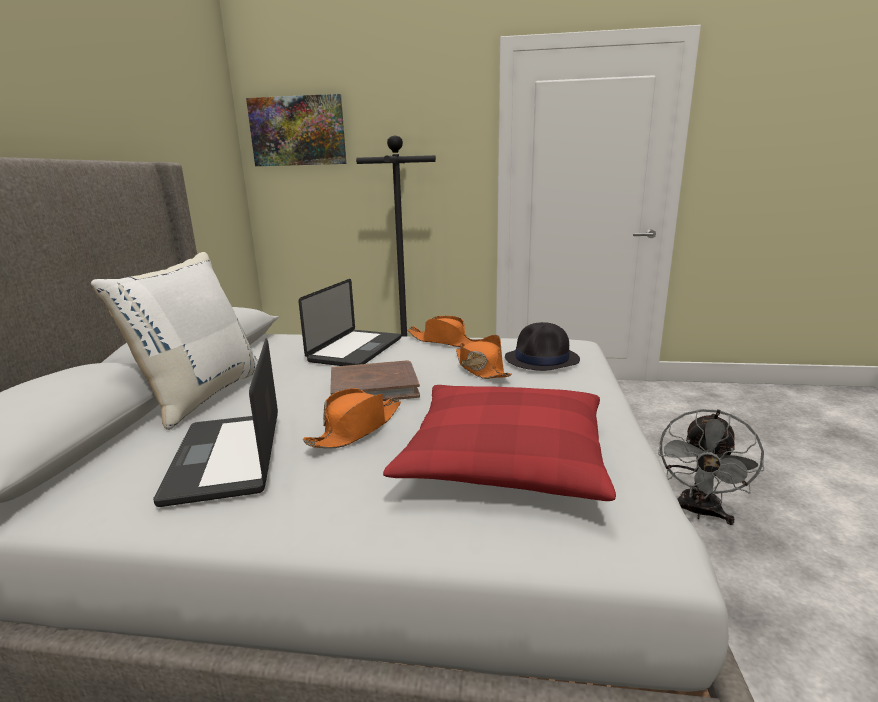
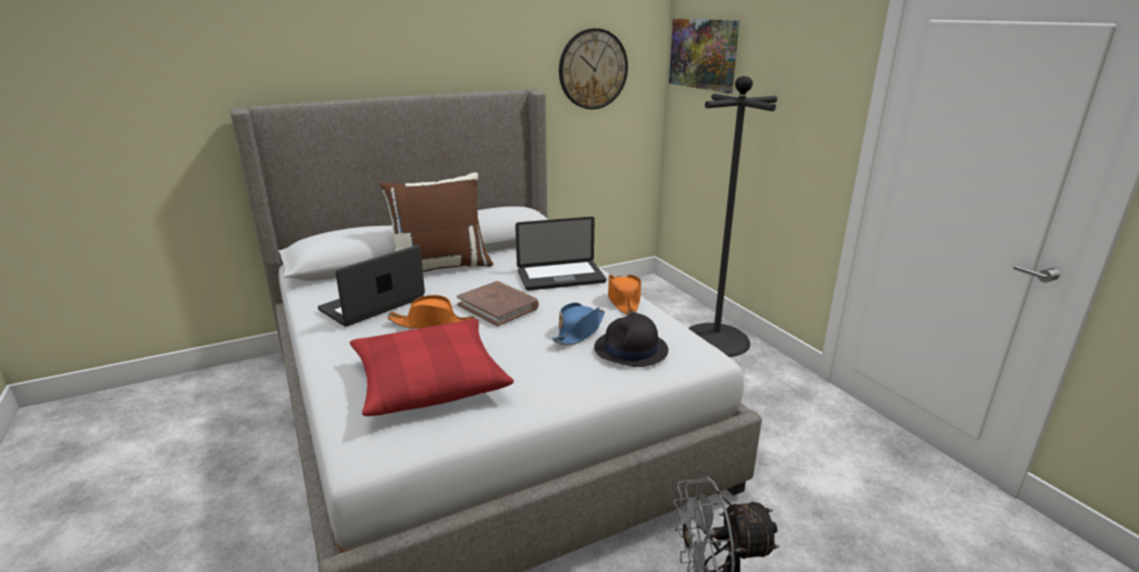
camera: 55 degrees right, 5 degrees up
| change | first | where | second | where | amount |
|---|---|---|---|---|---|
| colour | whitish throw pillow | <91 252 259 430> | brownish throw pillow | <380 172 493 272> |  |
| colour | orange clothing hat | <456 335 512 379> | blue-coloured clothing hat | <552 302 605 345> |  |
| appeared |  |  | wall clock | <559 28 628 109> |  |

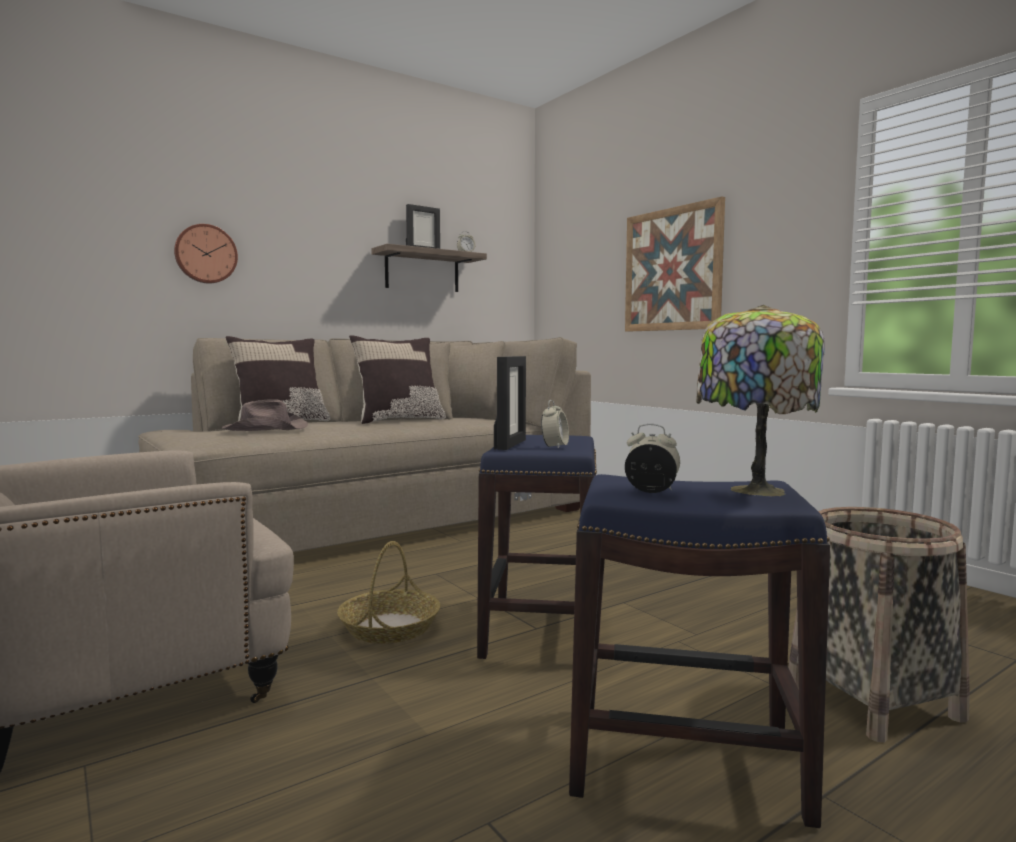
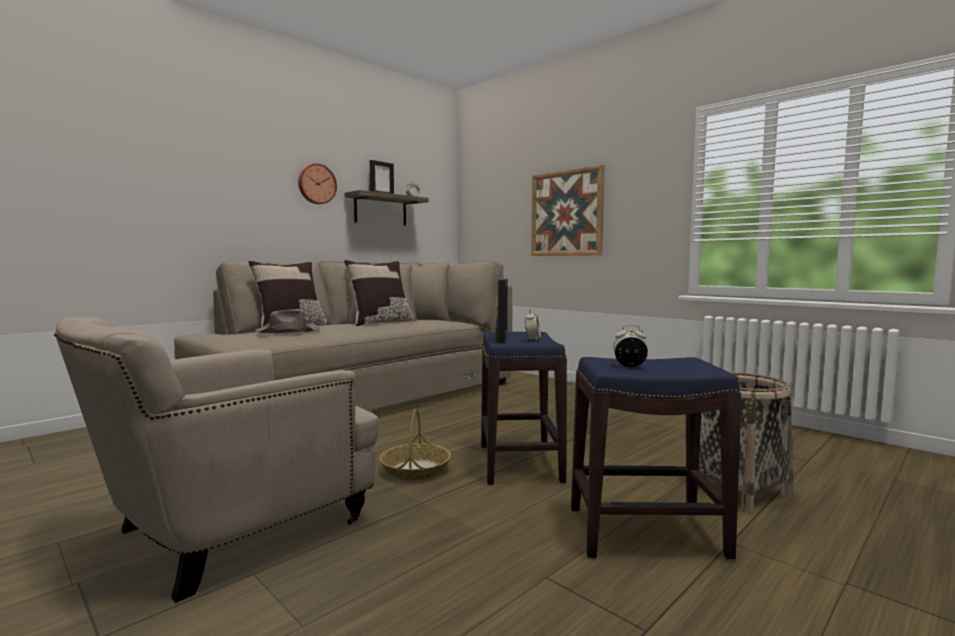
camera: 10 degrees left, 0 degrees up
| change | first | where | second | where | amount |
|---|---|---|---|---|---|
| relocated | wall clock | <174 224 238 284> |  | <298 163 337 204> |  |
| missing | lamp for a table | <696 305 825 496> |  |  |  |

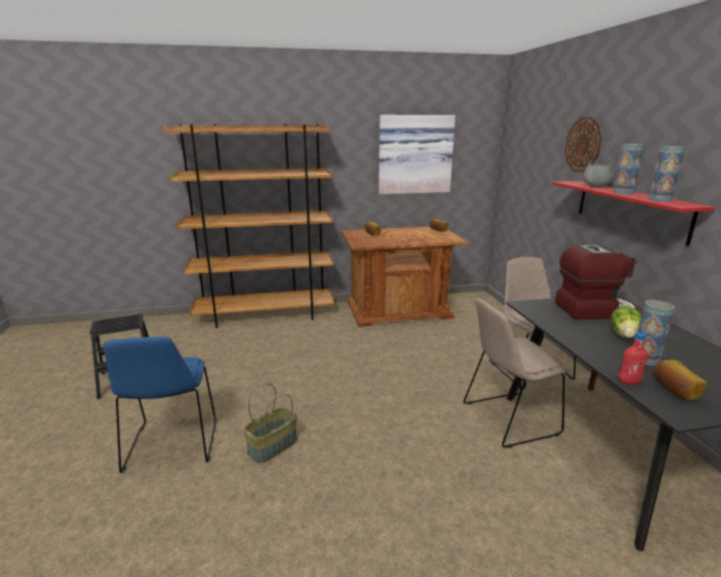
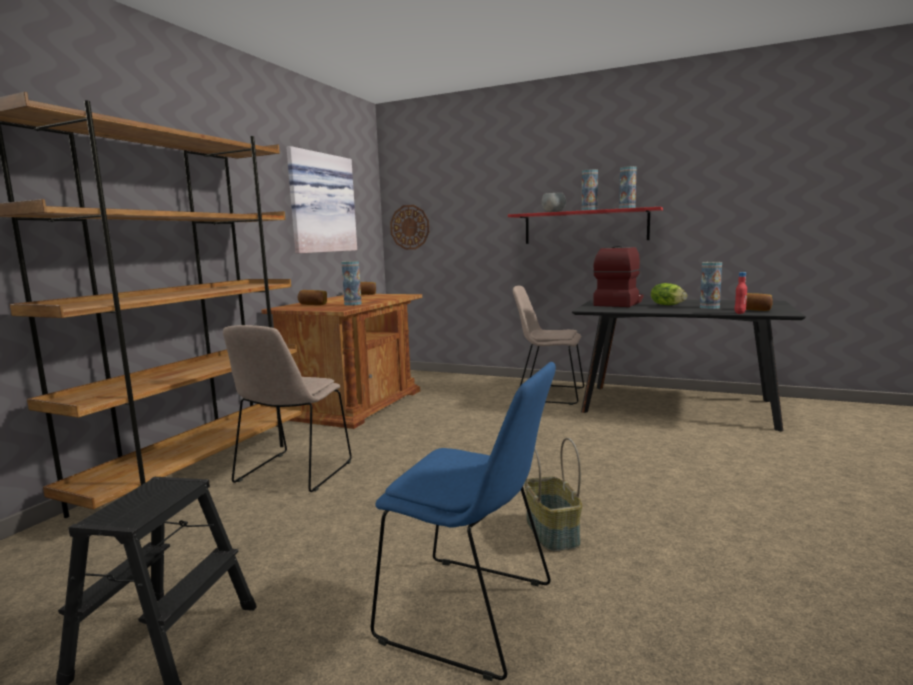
camera: 55 degrees left, 10 degrees down
| change | first | where | second | where | amount |
|---|---|---|---|---|---|
| relocated | sand-coloured upright chair | <463 298 568 448> |  | <223 325 351 492> |  |
| appeared |  |  | flower vase | <341 261 362 306> |  |
| relocated | wall clock | <565 117 602 173> |  | <390 205 429 250> |  |

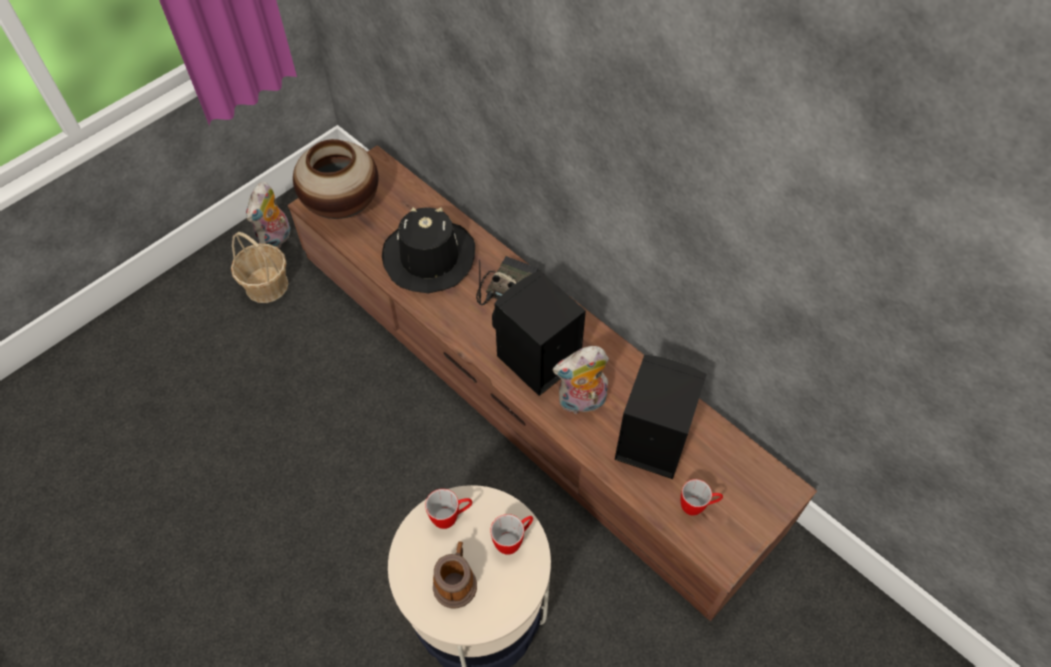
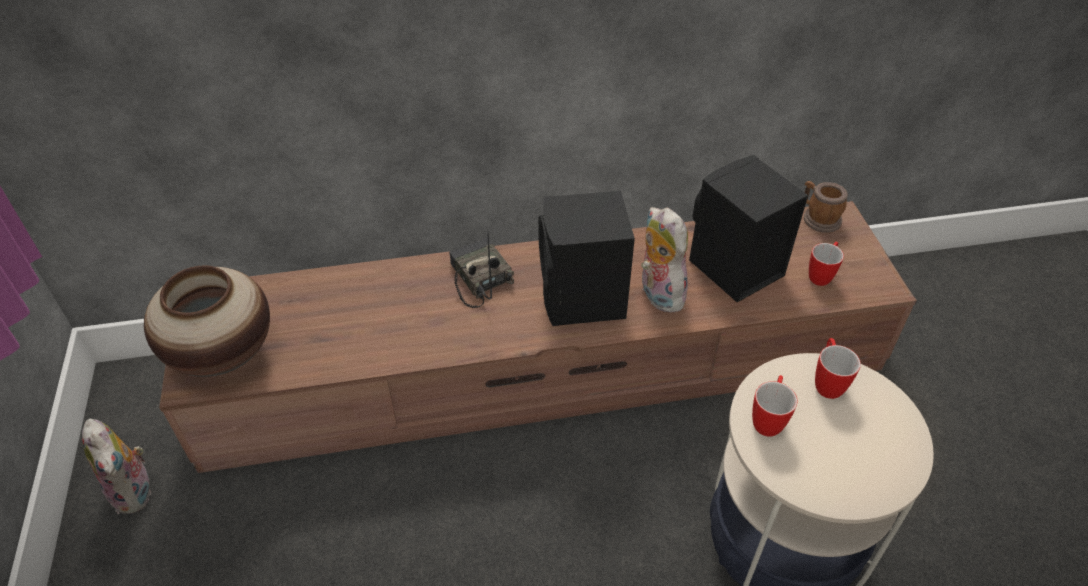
camera: 55 degrees left, 10 degrees down
| change | first | where | second | where | amount |
|---|---|---|---|---|---|
| spun | plush toy | <553 346 609 414> |  | <641 207 688 312> | 135 degrees clockwise |
| relocated | coffee mug | <433 542 477 608> |  | <804 181 848 233> |  |
| missing | basket | <231 232 289 303> |  |  |  |
| missing | blackish clothing hat | <382 207 475 293> |  |  |  |

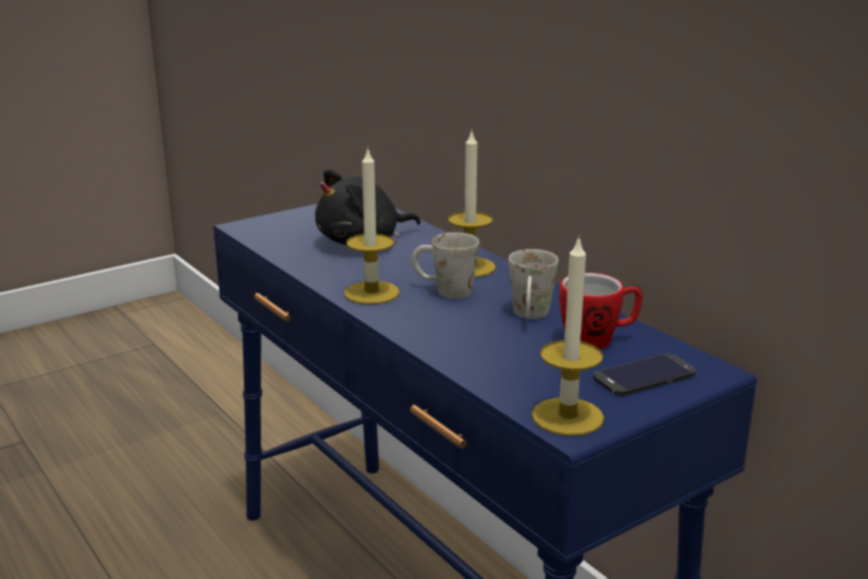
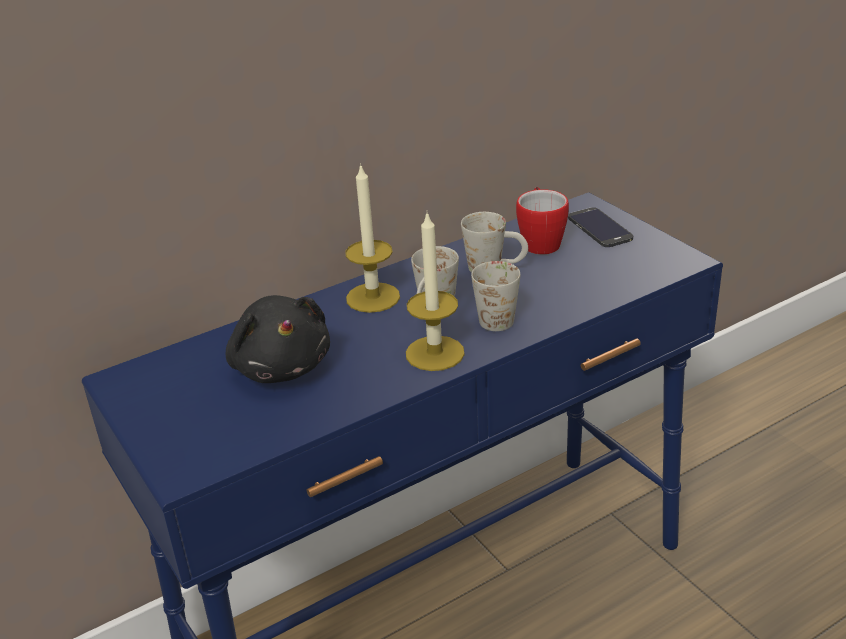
camera: 85 degrees left, 10 degrees up
| change | first | where | second | where | amount |
|---|---|---|---|---|---|
| appeared |  |  | whitish coffee mug | <471 261 520 331> |  |
| missing | candle | <532 235 604 436> |  |  |  |

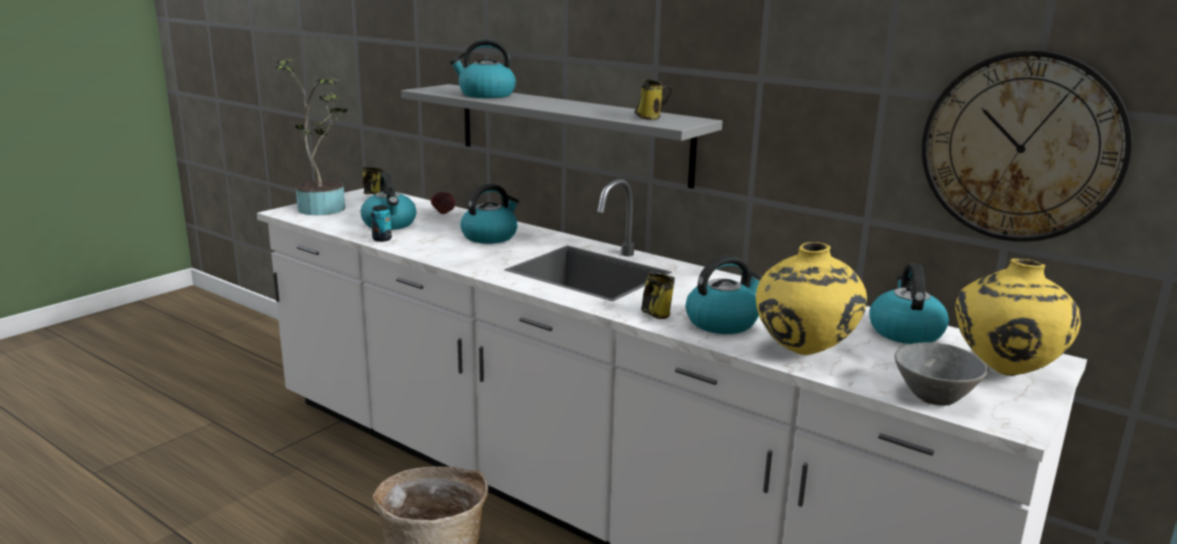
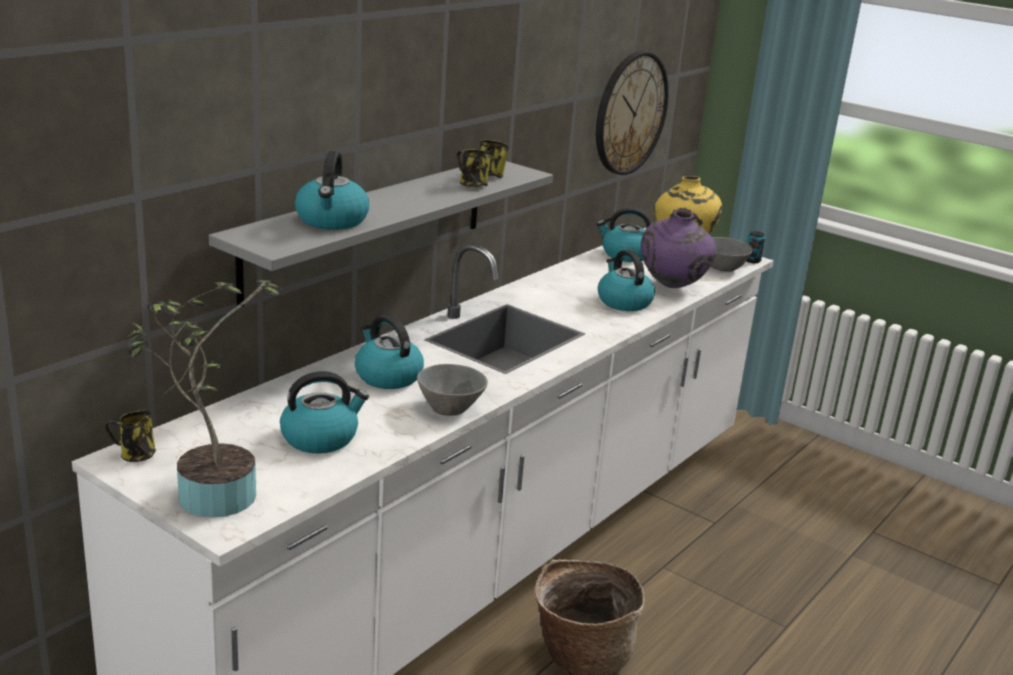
camera: 90 degrees left, 5 degrees up
| change | first | where | second | where | amount |
|---|---|---|---|---|---|
| appeared |  |  | gray bowl | <417 364 488 416> |  |
| relocated | coffee mug | <641 272 675 319> |  | <457 149 492 187> |  |
| colour | yellow flower vase | <756 242 867 355> | purplish flower vase | <641 210 716 288> |  |
| relocated | can | <371 205 392 242> |  | <747 231 765 263> |  |
| missing | apple | <431 192 456 214> |  |  |  |

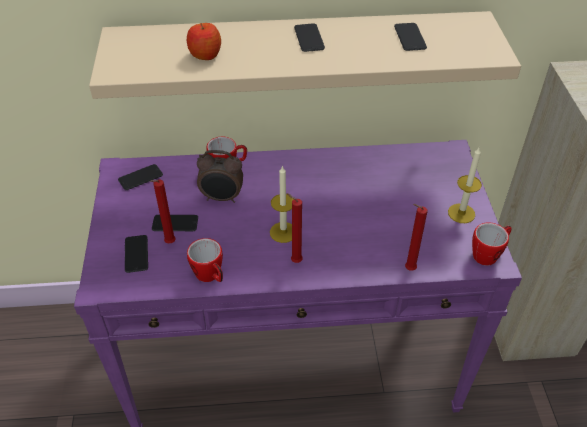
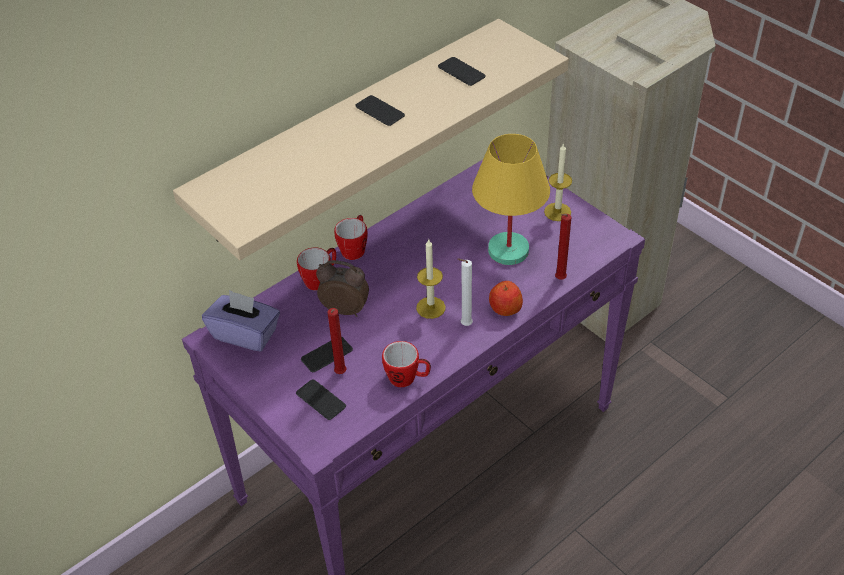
camera: 35 degrees left, 0 degrees up
| change | first | where | second | where | amount |
|---|---|---|---|---|---|
| exchanged | handset | <118 164 163 190> | purplish tissue holder | <202 290 280 352> |  |
| spun | bedside clock | <197 150 243 203> |  | <316 260 369 317> | 135 degrees counterclockwise |
| relocated | coffee mug | <472 222 512 266> |  | <334 215 368 260> |  |
| colour | reddish candle | <286 193 303 263> | whitish candle | <457 258 473 326> |  |
| appeared |  |  | yellow lamp for a table | <472 134 550 265> |  |
| relocated | apple | <187 23 221 60> |  | <489 281 523 316> |  |

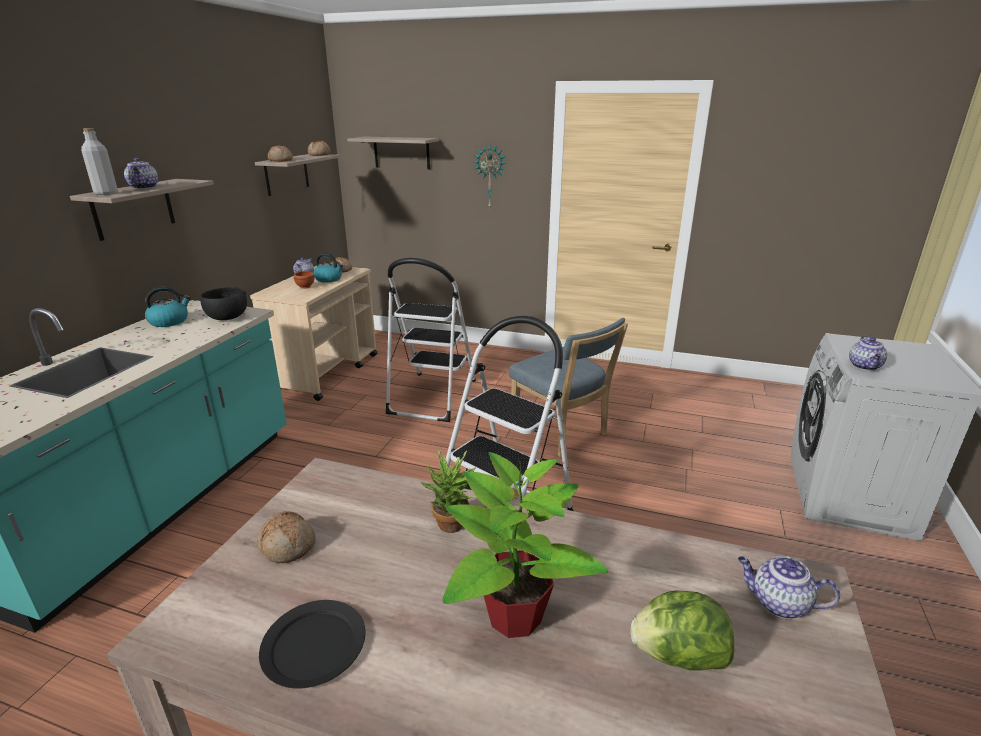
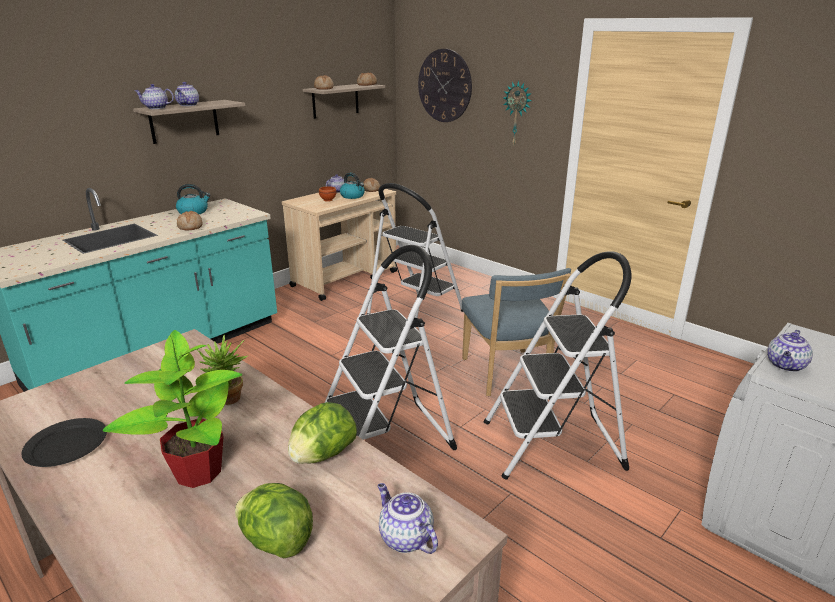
camera: 25 degrees right, 0 degrees up
| change | first | where | second | where | amount |
|---|---|---|---|---|---|
| exchanged | gray beverage bottle | <81 128 118 195> | teapot | <135 84 174 109> |  |
| relocated | bakery bread | <257 511 316 563> |  | <177 211 203 230> |  |
| appeared |  |  | lettuce | <288 402 357 464> |  |
| exchanged | bracket shelf | <347 136 439 170> | wall clock | <418 49 472 122> |  |
| appeared |  |  | stepladder | <484 251 631 480> |  |
| missing | blackish bowl | <200 287 247 320> |  |  |  |

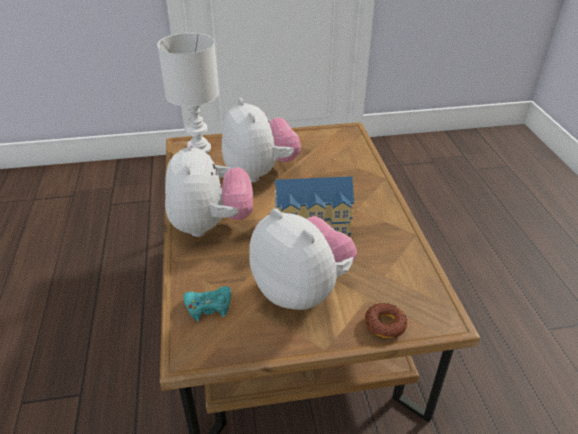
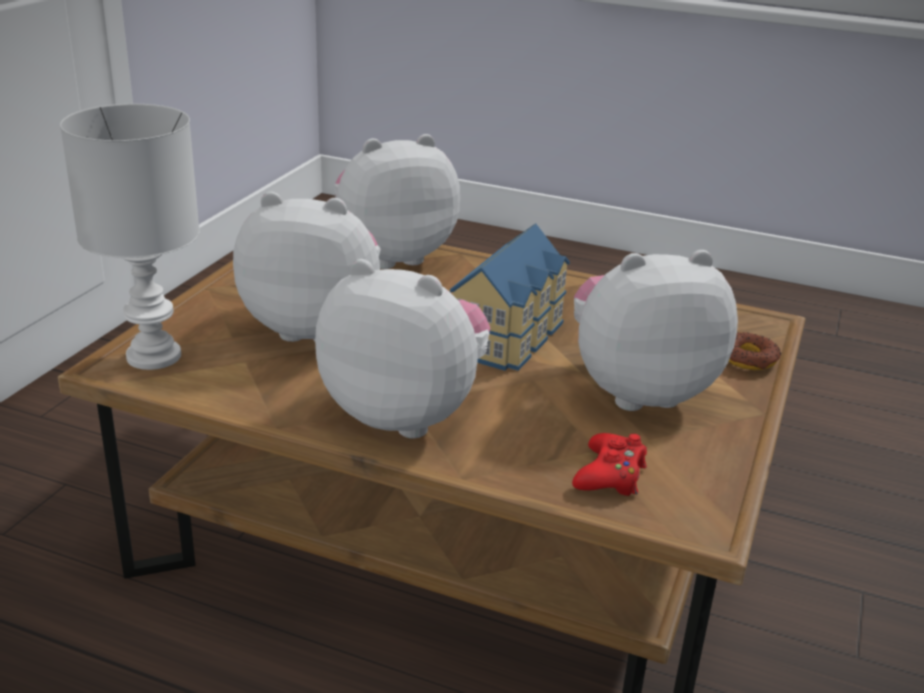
camera: 60 degrees left, 10 degrees down
| change | first | where | second | where | amount |
|---|---|---|---|---|---|
| appeared |  |  | plush toy | <334 134 460 269> |  |
| colour | turquoise gamepad | <183 286 231 321> | reddish gamepad | <572 433 647 496> |  |

